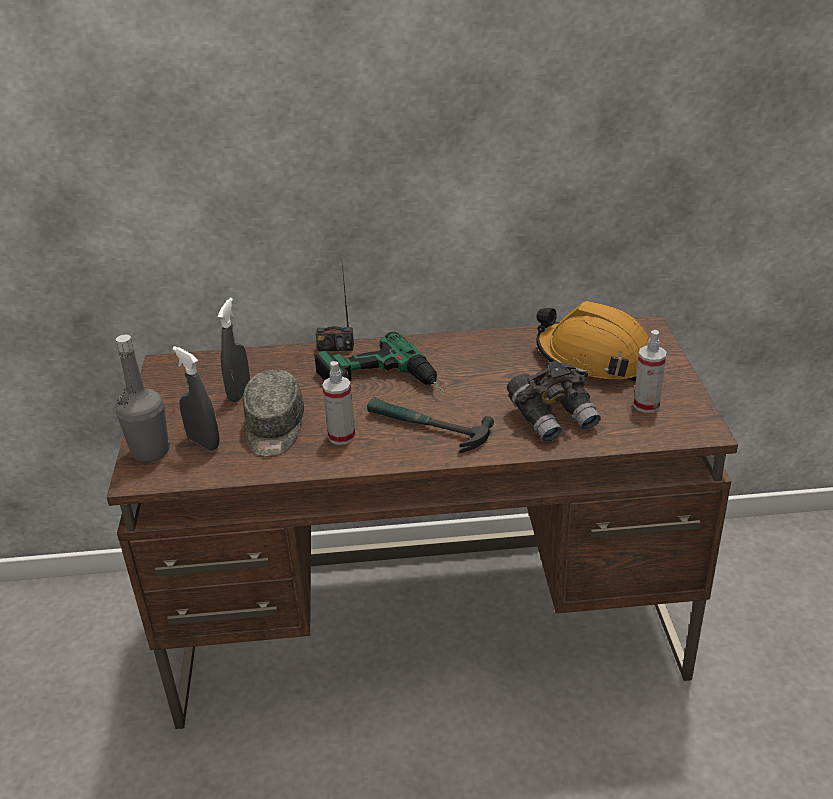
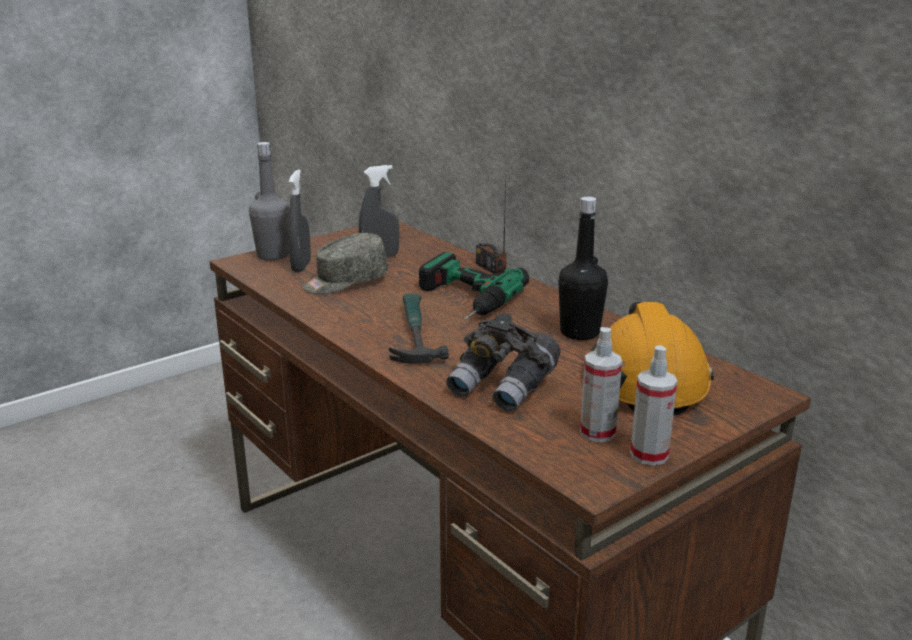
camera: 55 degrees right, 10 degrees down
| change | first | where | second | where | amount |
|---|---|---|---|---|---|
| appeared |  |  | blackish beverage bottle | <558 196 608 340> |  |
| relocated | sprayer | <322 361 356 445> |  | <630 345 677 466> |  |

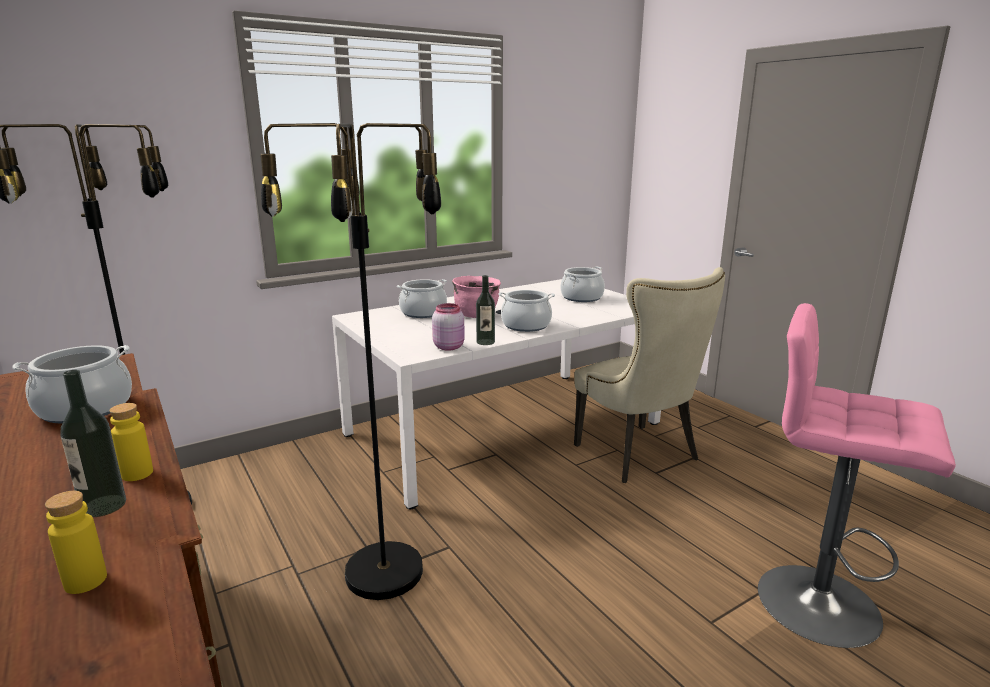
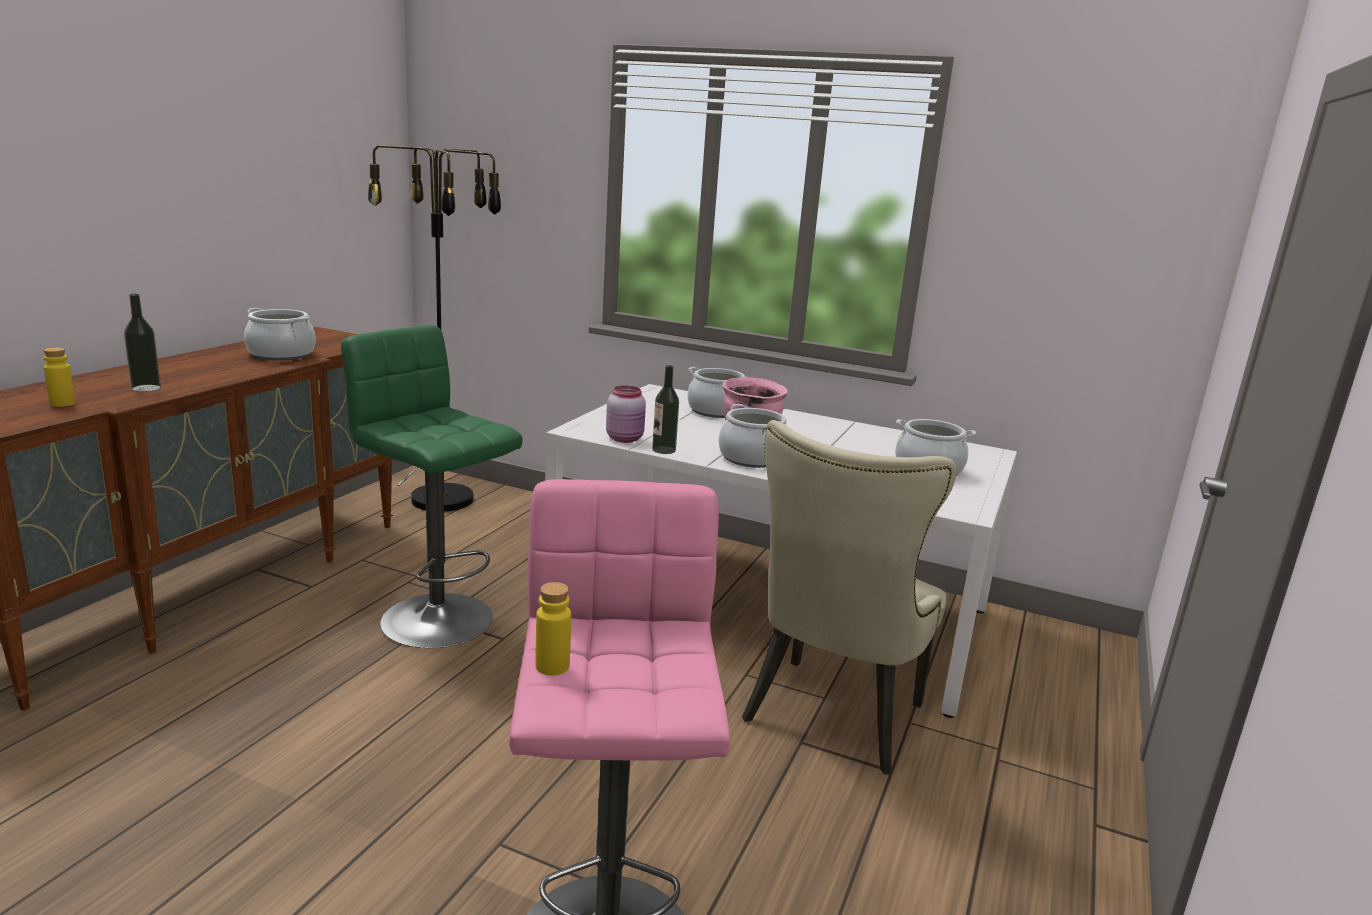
camera: 55 degrees right, 0 degrees up
| change | first | where | second | where | amount |
|---|---|---|---|---|---|
| exchanged | standing lamp | <260 123 441 600> | green-coloured sitting stool | <341 325 522 648> |  |
| relocated | yellow beverage bottle | <109 403 153 481> |  | <536 582 571 675> |  |

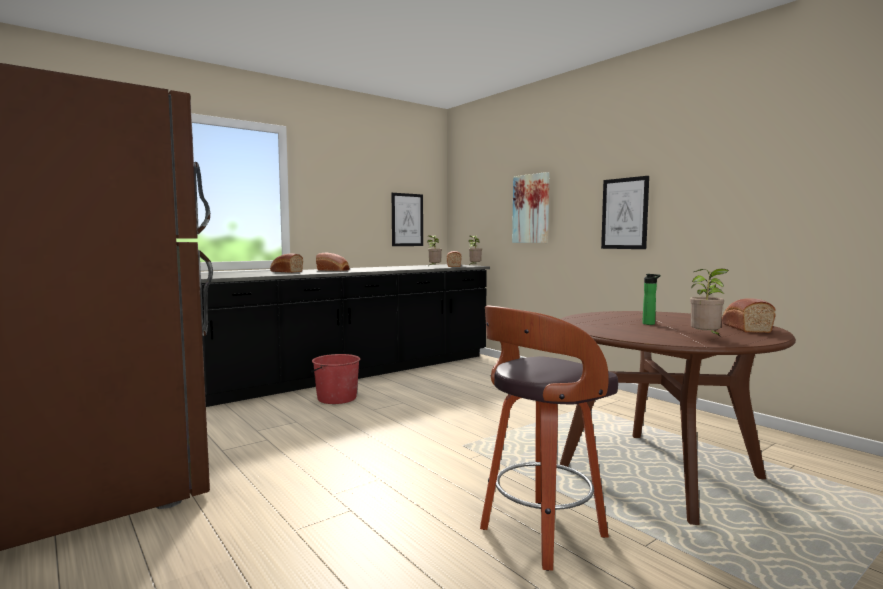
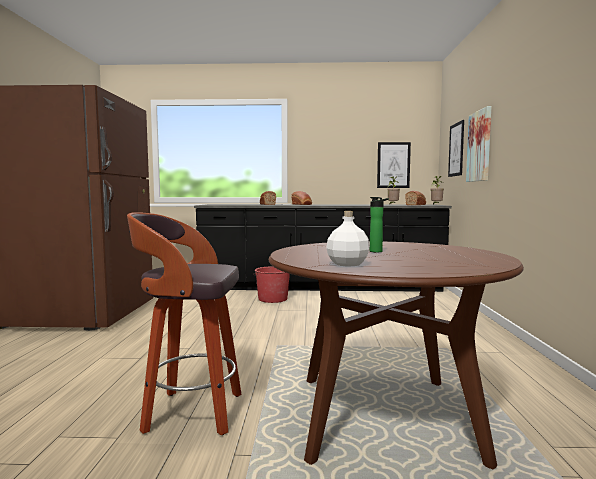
camera: 40 degrees right, 0 degrees up
| change | first | where | second | where | amount |
|---|---|---|---|---|---|
| exchanged | houseplant | <690 269 729 336> | whitish beverage bottle | <326 211 369 266> |  |
| relocated | picture | <601 176 649 249> |  | <448 120 464 177> |  |
| missing | bakery bread | <722 298 776 333> |  |  |  |

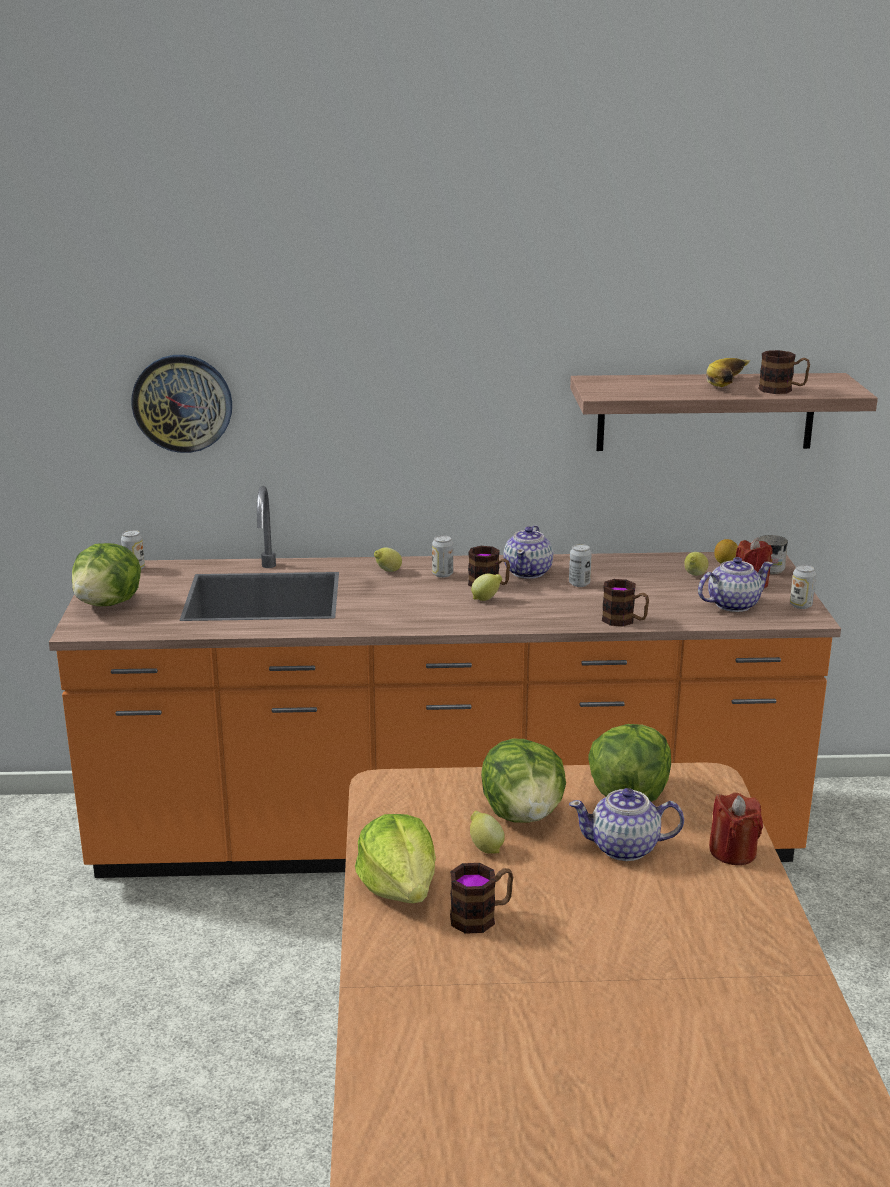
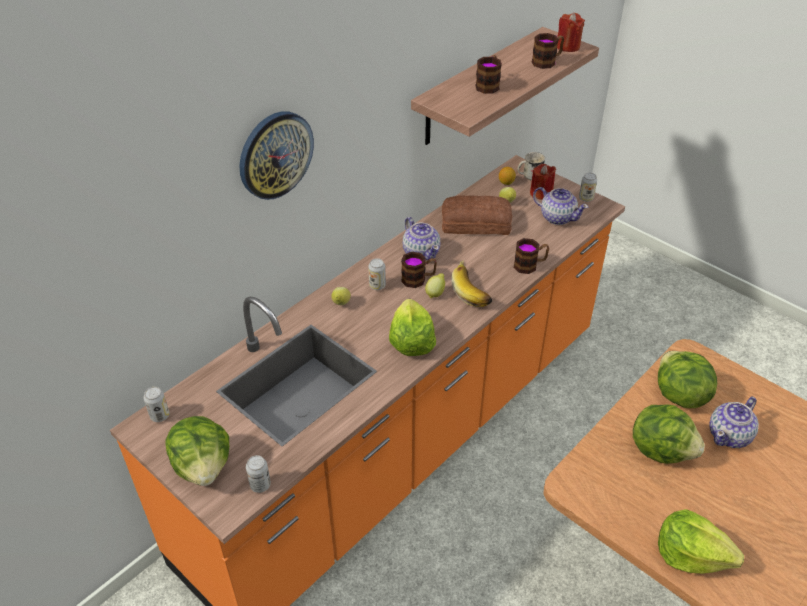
camera: 45 degrees left, 20 degrees up
| change | first | where | second | where | amount |
|---|---|---|---|---|---|
| relocated | wall clock | <132 355 232 453> |  | <239 111 314 200> |  |
| relocated | can | <569 544 592 587> |  | <246 455 271 493> |  |
| appeared |  |  | lettuce | <389 299 436 356> |  |
| appeared |  |  | bakery bread | <442 196 512 235> |  |
| relocated | banana | <706 358 751 387> |  | <451 261 492 307> |  |
| relocated | coffee mug | <450 863 513 934> |  | <475 55 502 94> |  |
| spun | teapot | <698 557 773 612> |  | <533 187 588 225> | 105 degrees clockwise |
| relocated | reddish candle | <709 792 763 865> |  | <557 13 585 52> |  |
| missing | whole lemon | <470 811 505 854> |  |  |  |

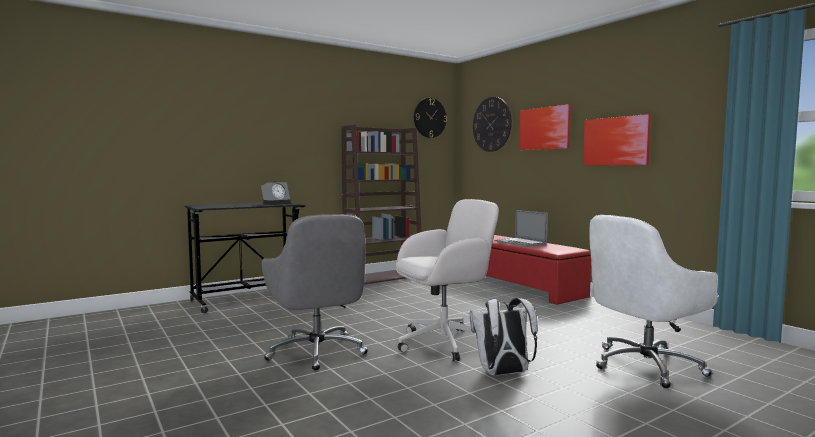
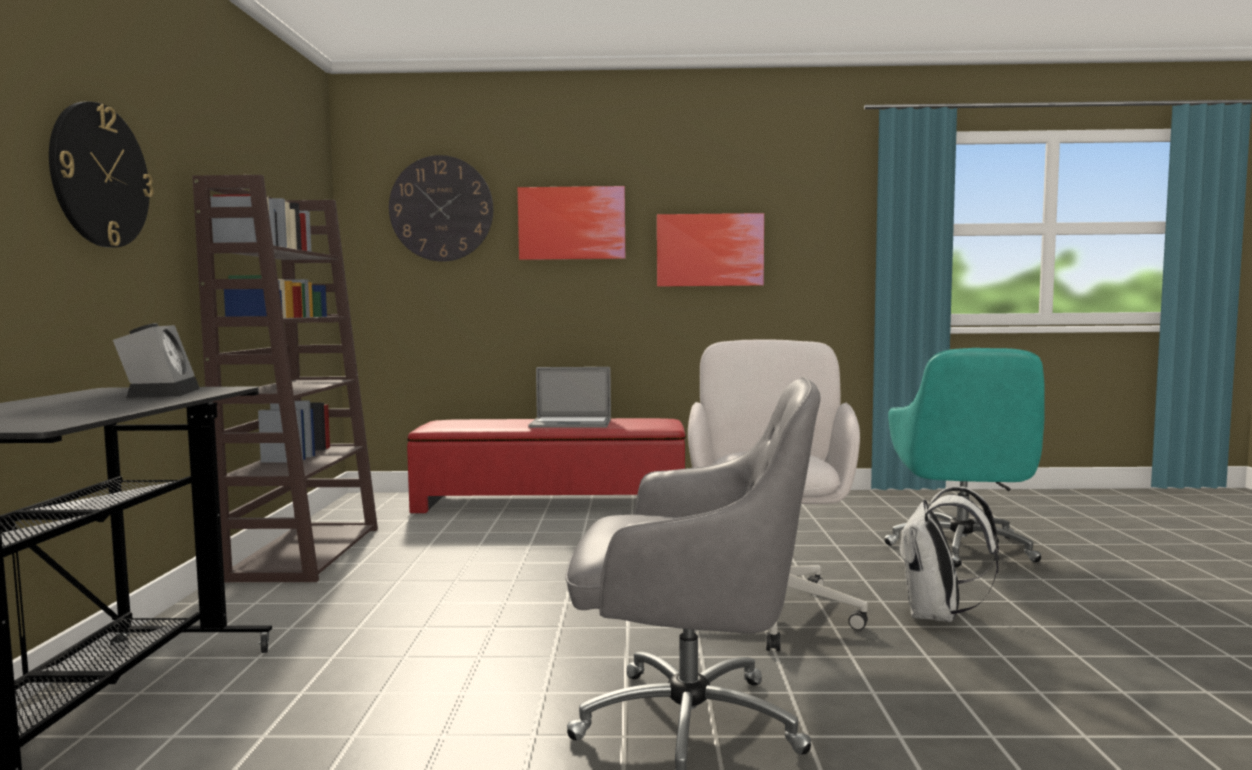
camera: 55 degrees left, 0 degrees up
| change | first | where | second | where | amount |
|---|---|---|---|---|---|
| relocated | wall clock | <414 98 447 138> |  | <49 102 154 248> |  |
| colour | whitish computer chair | <589 215 719 388> | turquoise computer chair | <885 348 1045 567> |  |

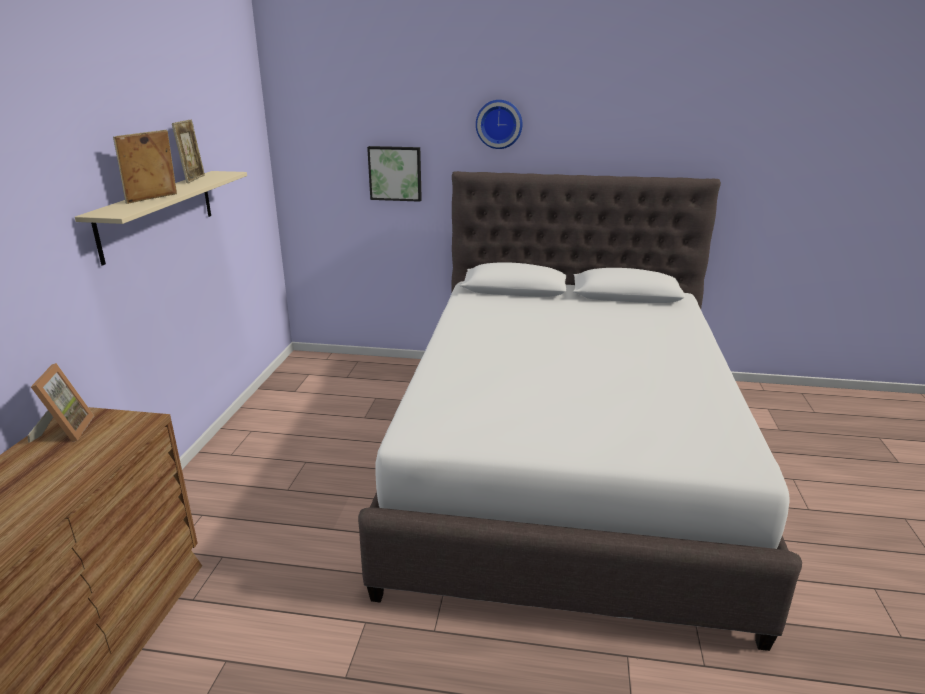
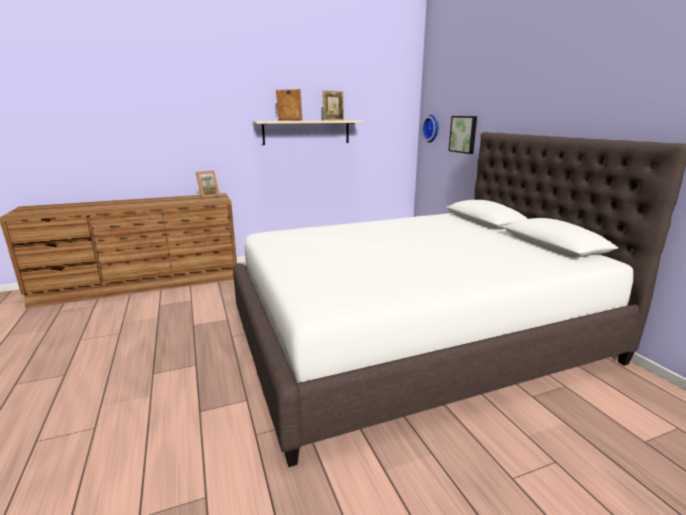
camera: 60 degrees right, 5 degrees down
| change | first | where | second | where | amount |
|---|---|---|---|---|---|
| relocated | wall clock | <476 100 522 149> |  | <422 115 439 143> |  |

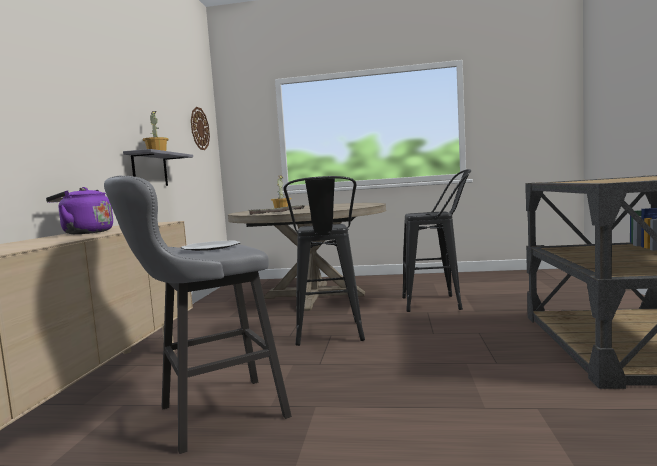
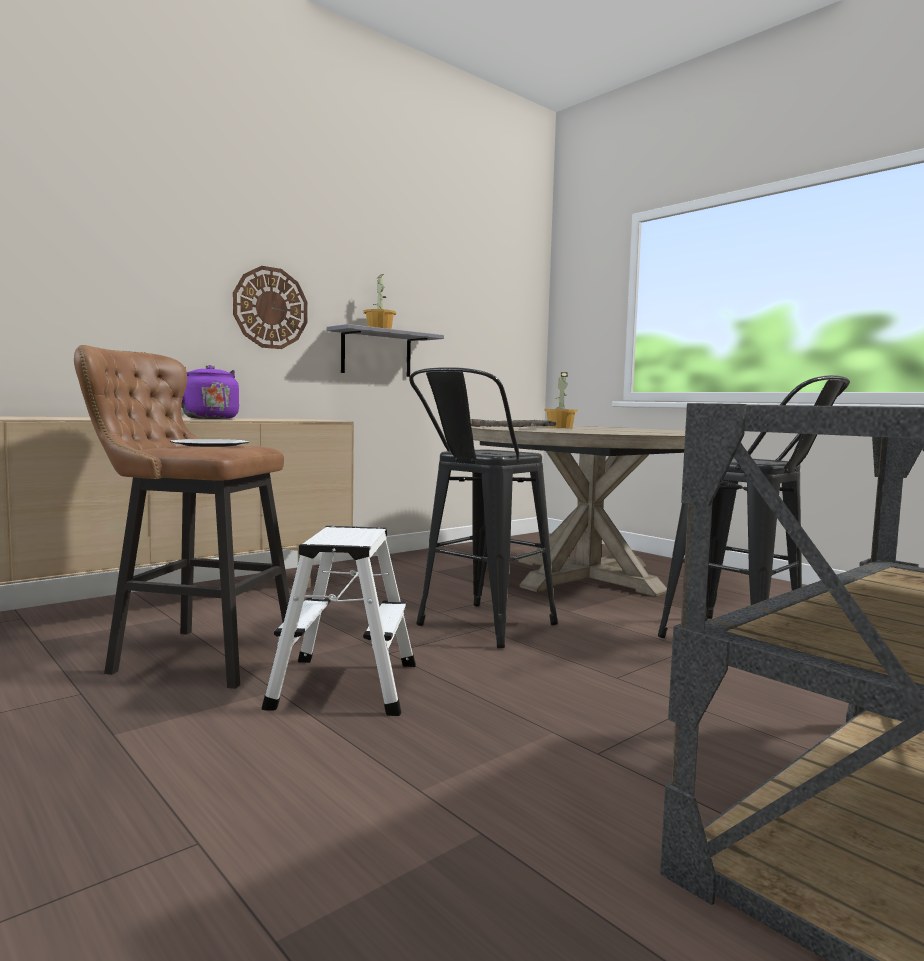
camera: 40 degrees right, 0 degrees up
| change | first | where | second | where | amount |
|---|---|---|---|---|---|
| colour | gray sitting stool | <104 176 292 454> | brownish sitting stool | <74 345 297 689> |  |
| relocated | wall clock | <191 107 210 150> |  | <233 266 308 349> |  |
| appeared |  |  | whitish stepladder | <261 526 416 716> |  |

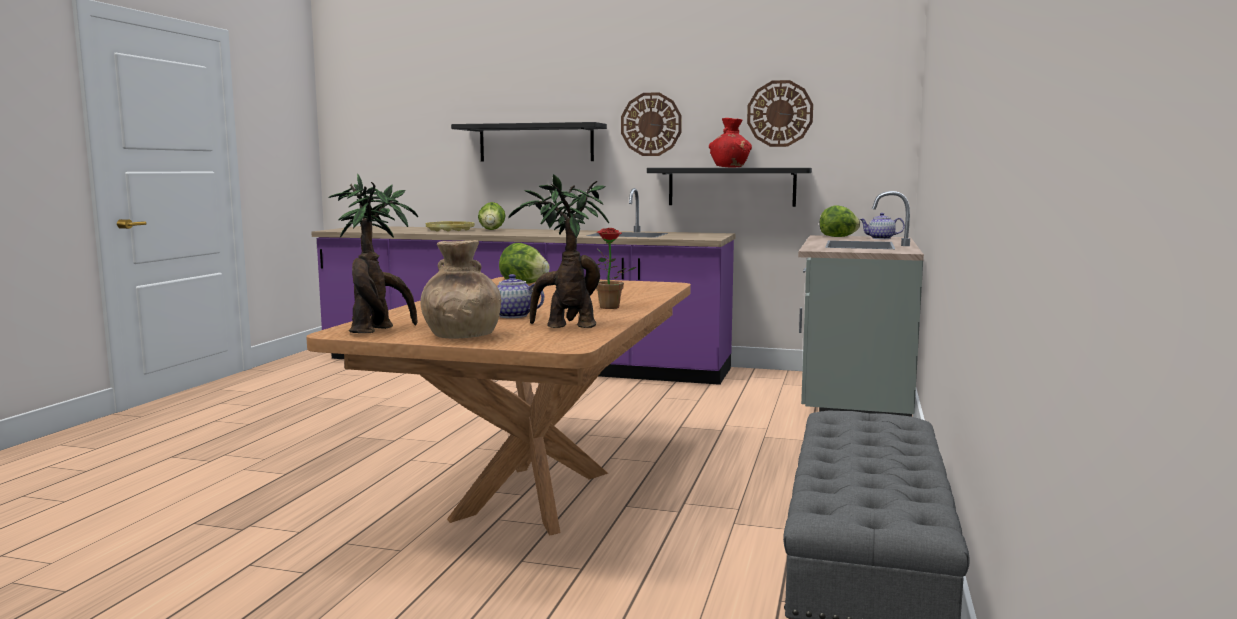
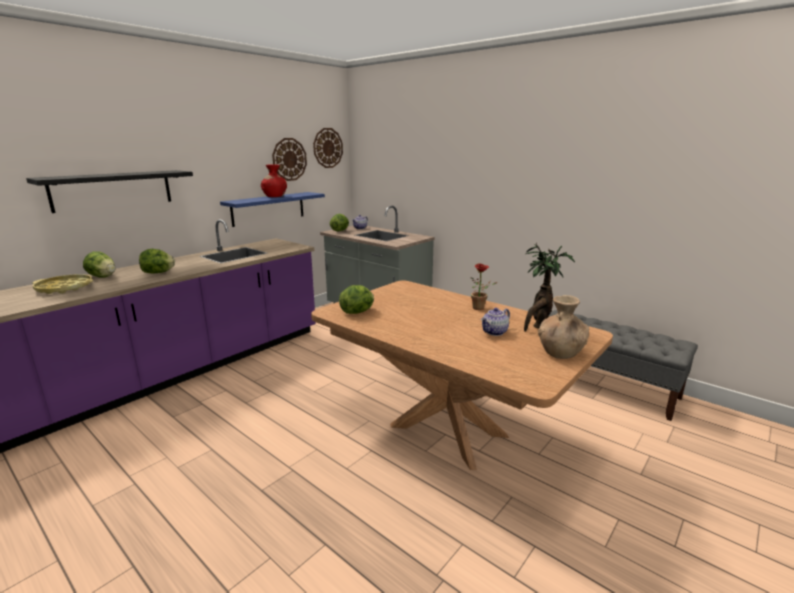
camera: 65 degrees left, 10 degrees up
| change | first | where | second | where | amount |
|---|---|---|---|---|---|
| appeared |  |  | lettuce | <139 249 175 273> |  |
| colour | blackish bracket shelf | <647 168 812 207> | blue-coloured bracket shelf | <220 192 325 227> |  |
| relocated | wall clock | <621 92 682 156> |  | <313 128 343 168> |  |
| missing | houseplant | <328 174 418 333> |  |  |  |

